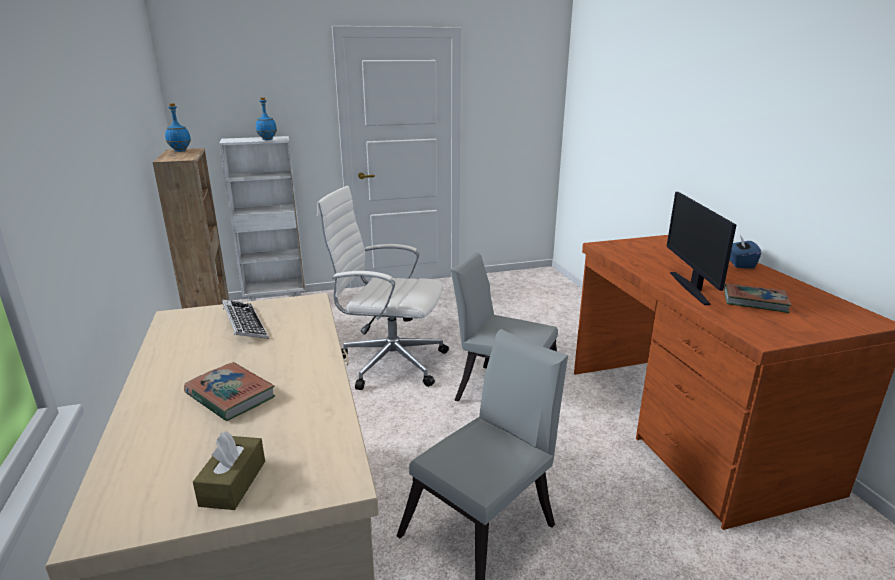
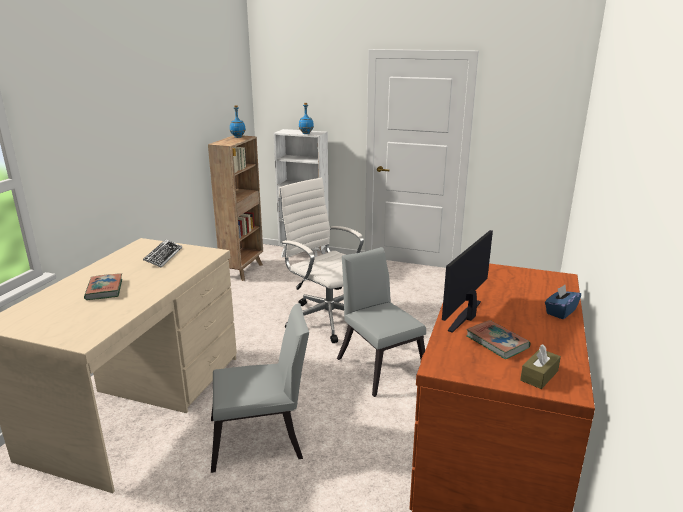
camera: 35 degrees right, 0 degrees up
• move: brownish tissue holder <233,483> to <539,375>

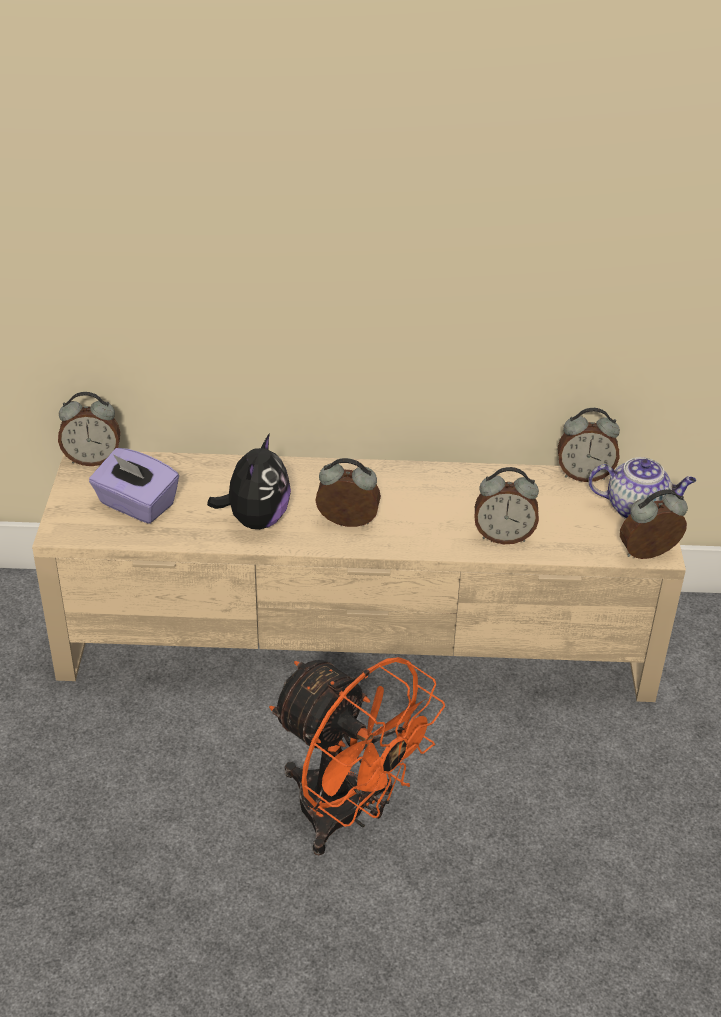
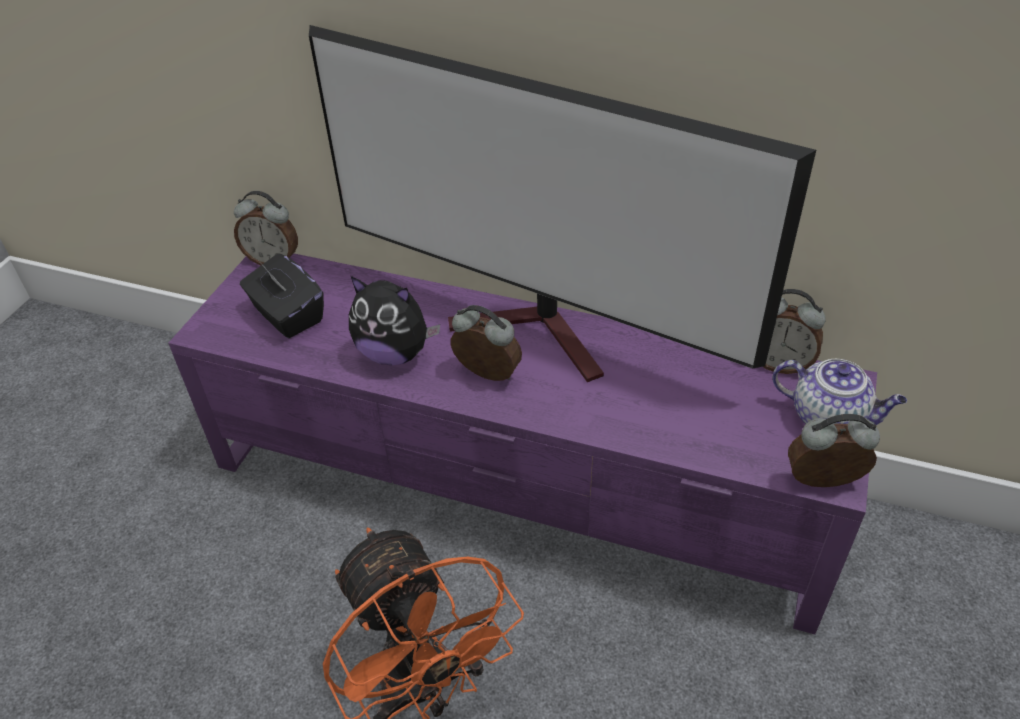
camera: 20 degrees right, 5 degrees up
• delete: table clock <503,536>
• insert: television <540,333>
• recolor: beige tv stand <360,639> to purple-coloured tv stand <518,485>
• recolor: purple-coloured tissue holder <136,505> to black tissue holder <287,315>
• rotate: soft toy <256,520> = <395,353> 75 degrees clockwise

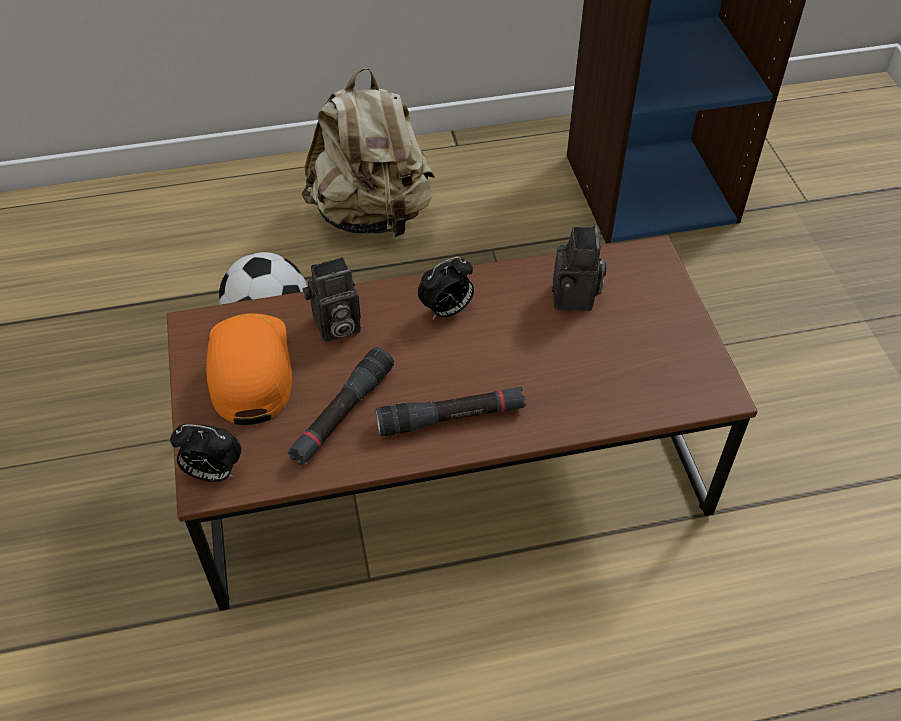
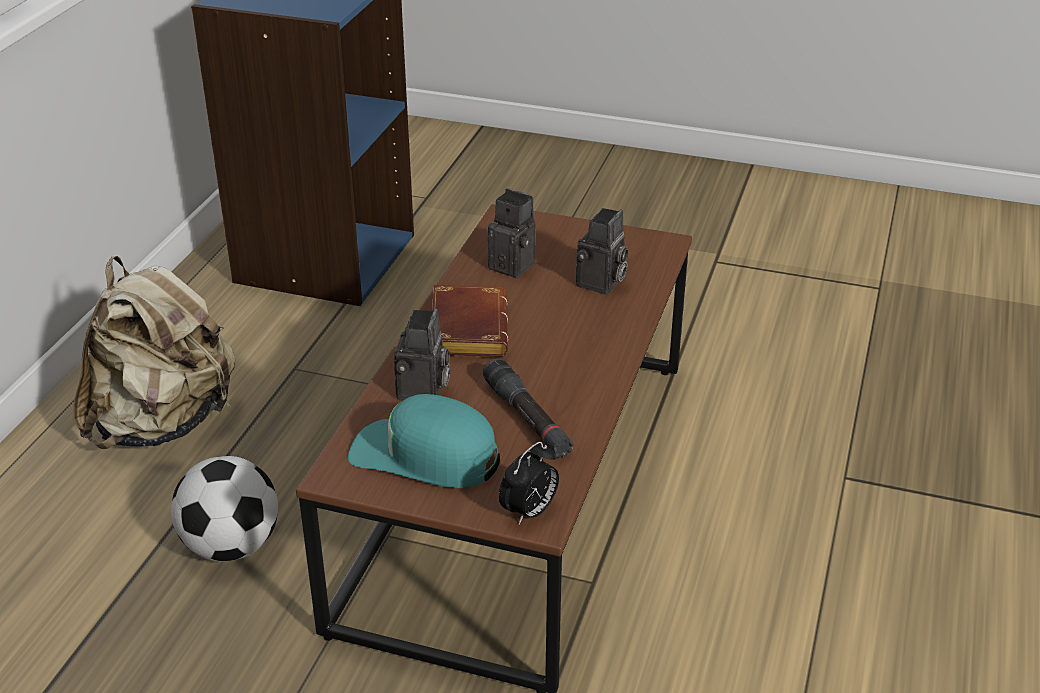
camera: 60 degrees left, 15 degrees down
• delete: black flashlight <451,418>
• insert: still camera <601,284>
• replace: table clock <447,311> to brownish volume <465,328>
• recolor: orange cap <249,369> to turquoise-coloured cap <425,456>

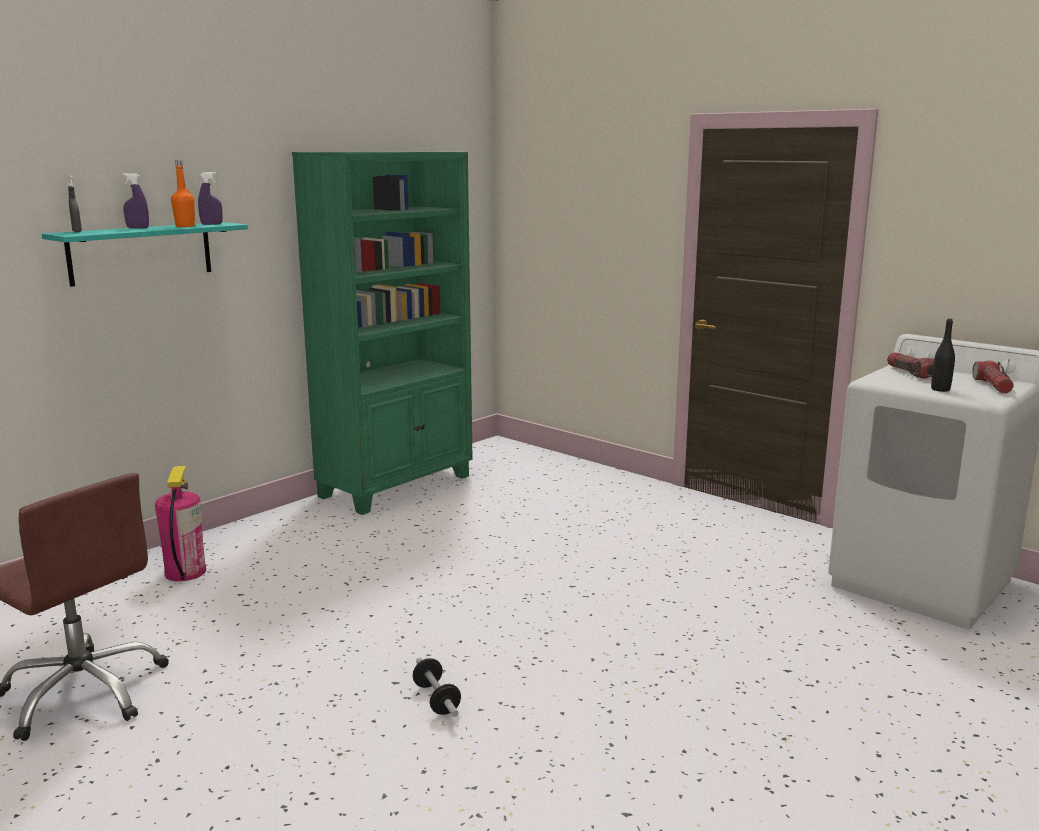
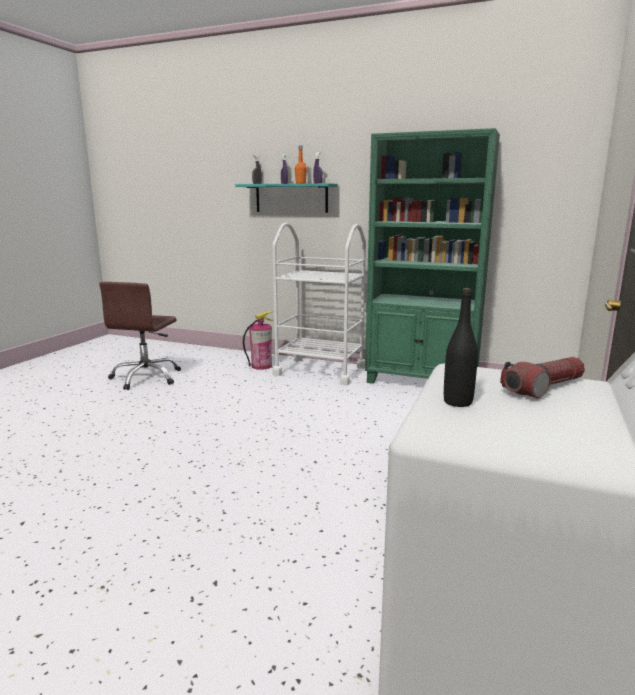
camera: 70 degrees right, 0 degrees up
• delete: free weight <436,699>
• delete: flashlight <993,386>
• insert: white-coloured wheeled cart <320,371>

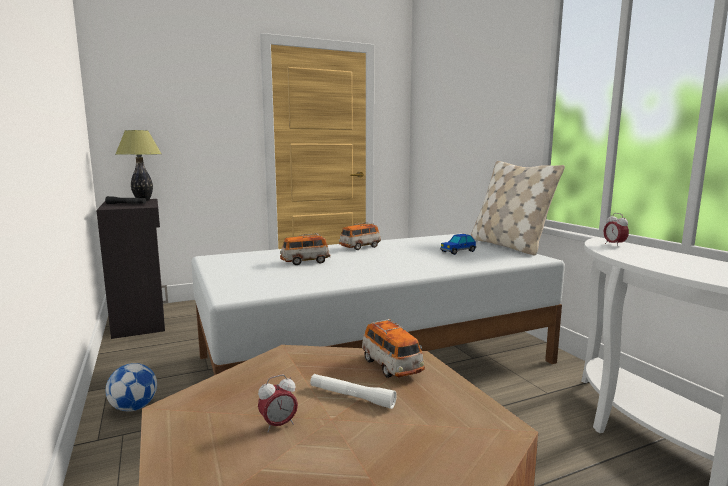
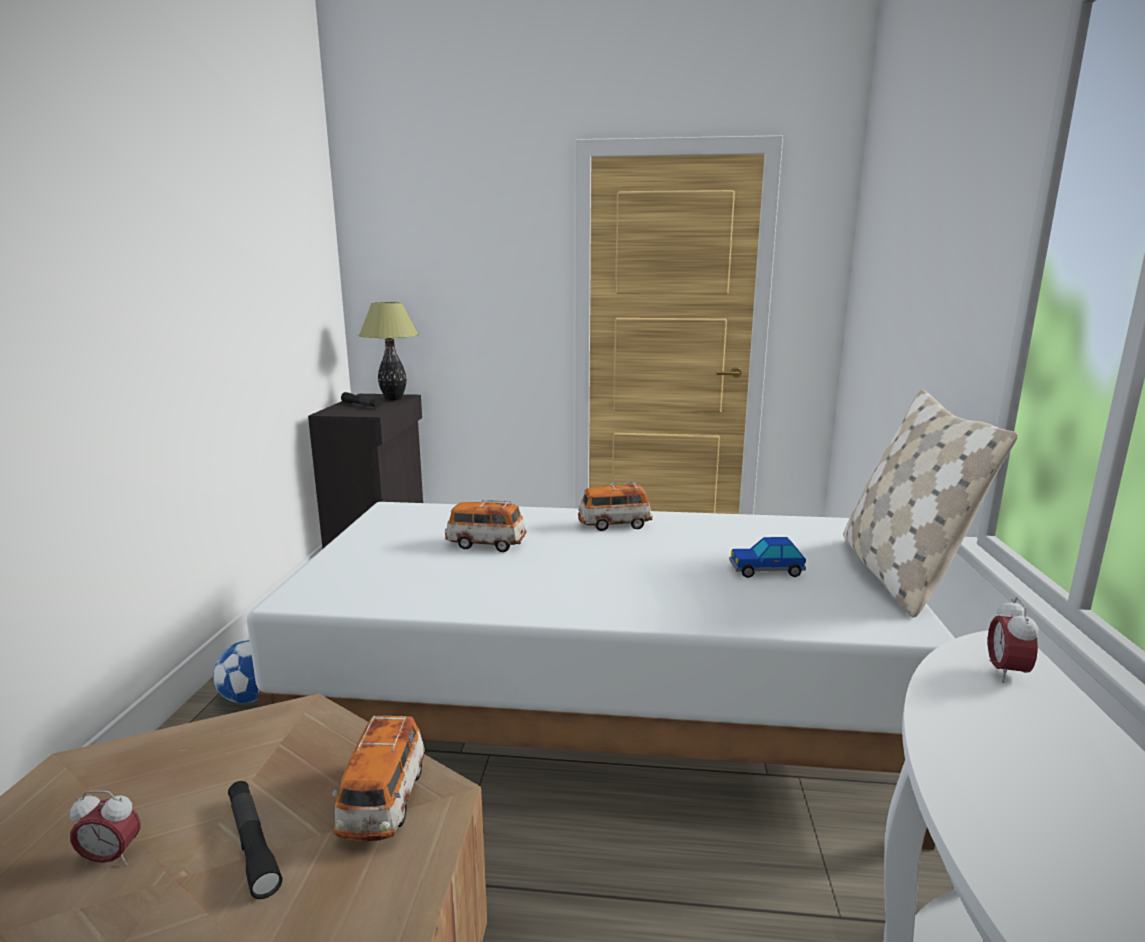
camera: 30 degrees right, 5 degrees up
• recolor: white-coloured flashlight <351,397> to black flashlight <253,844>

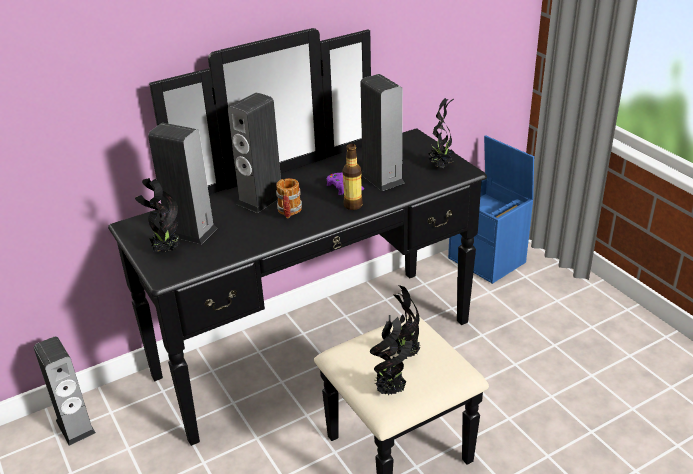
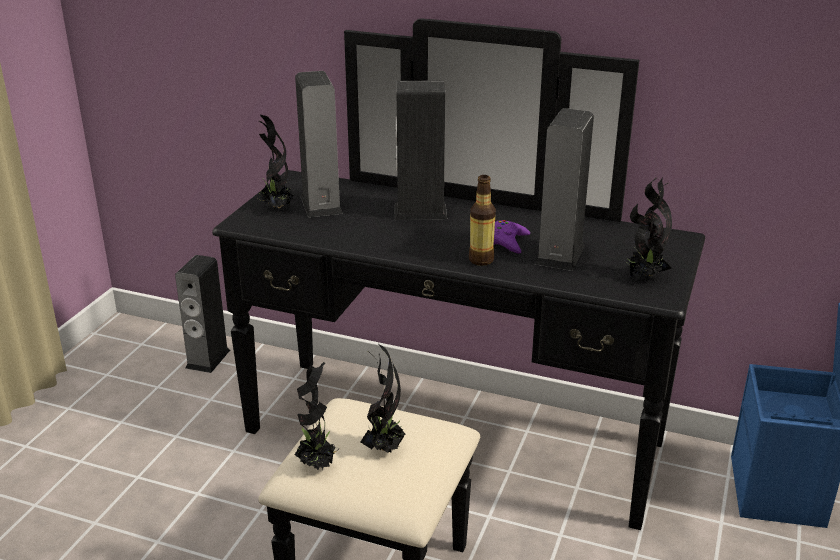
camera: 50 degrees right, 5 degrees down
• delete: mug <289,212>

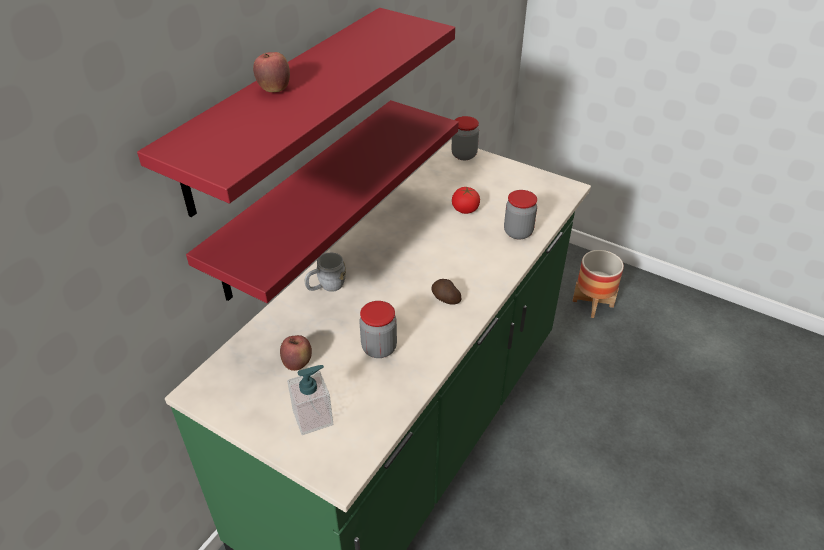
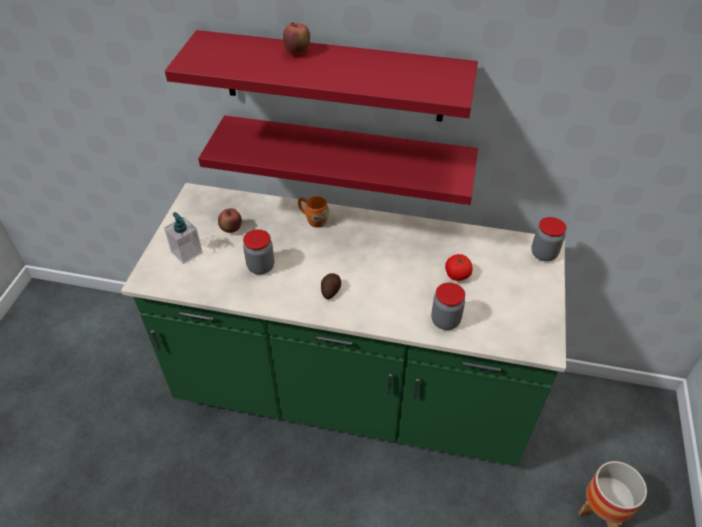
camera: 70 degrees right, 5 degrees up
• recolor: grey mug <326,287> to orange mug <313,219>

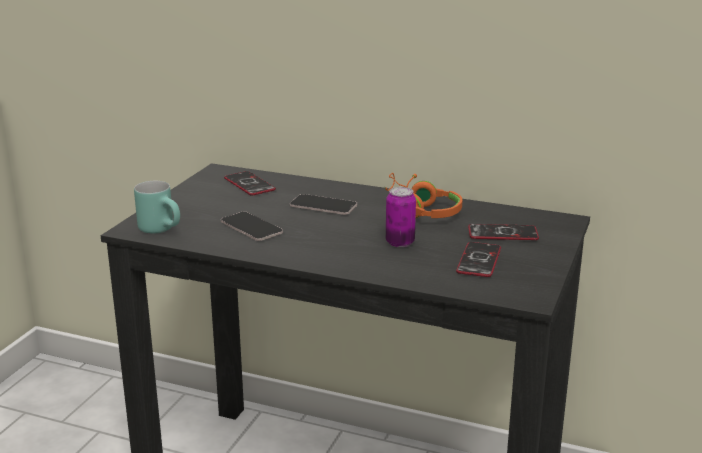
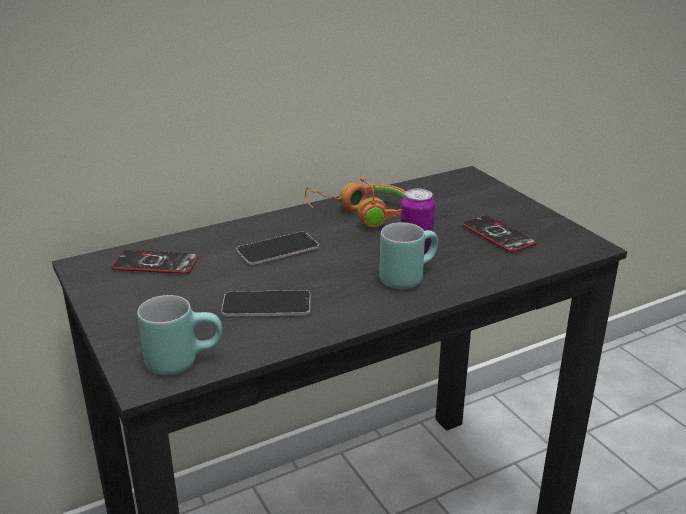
camera: 50 degrees left, 5 degrees up
• delete: telephone <503,234>
• insert: turquoise-coloured mug <406,276>

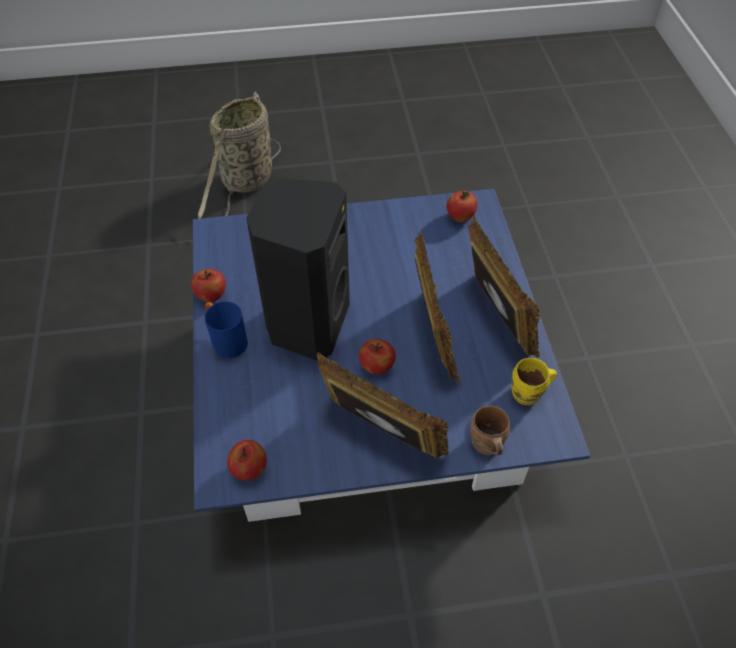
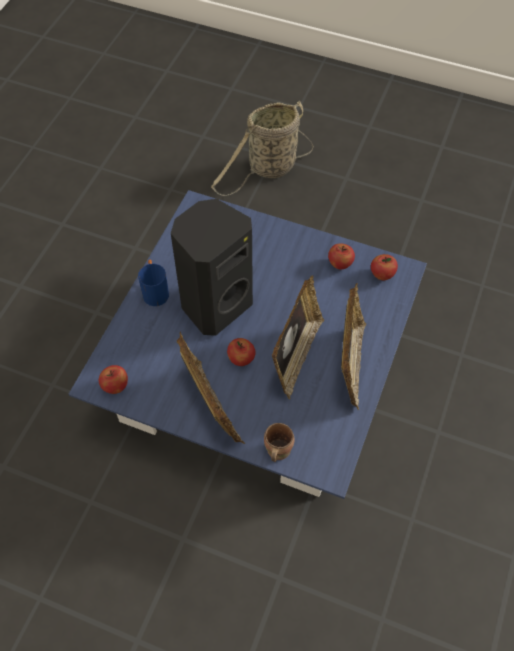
camera: 30 degrees right, 5 degrees up
• delete: yellowish mug <528,395>
• move: apple <211,296> to <340,264>

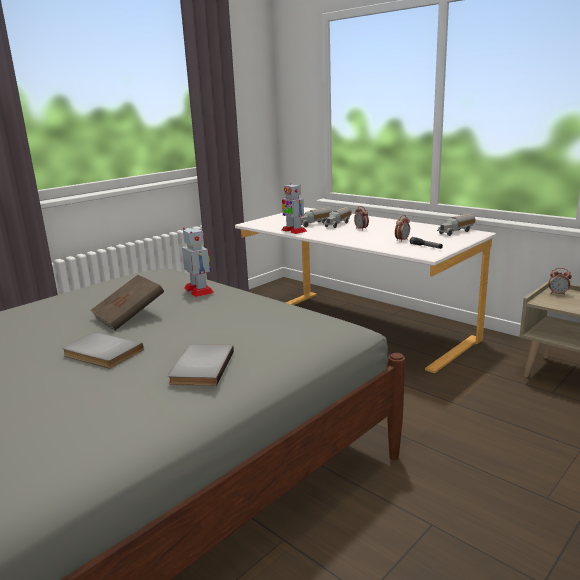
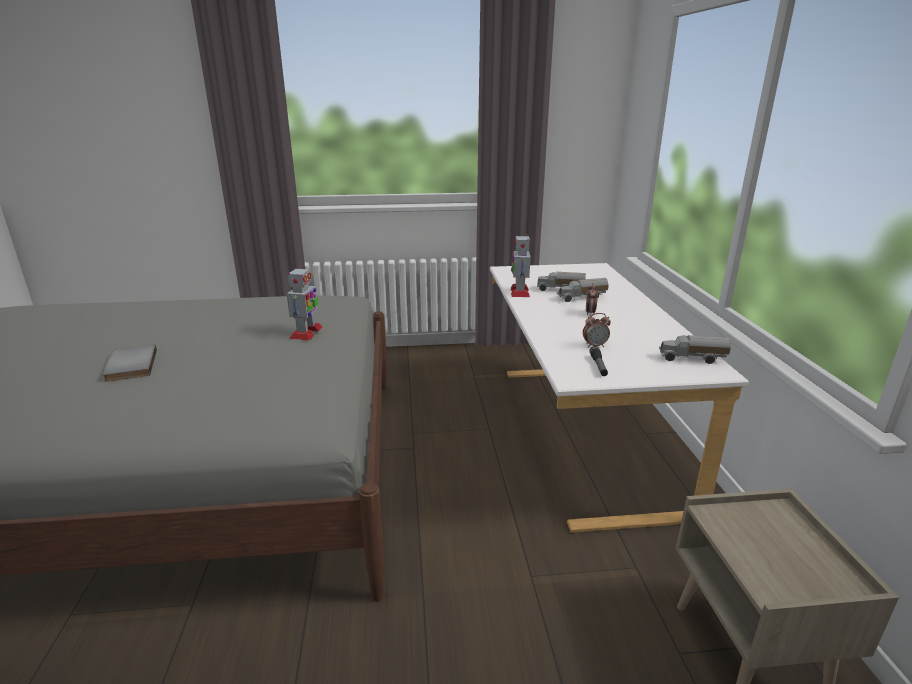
camera: 40 degrees right, 5 degrees up
• delete: brownish volume <129,317>
• delete: grey volume <199,367>
• delete: table clock <558,294>

